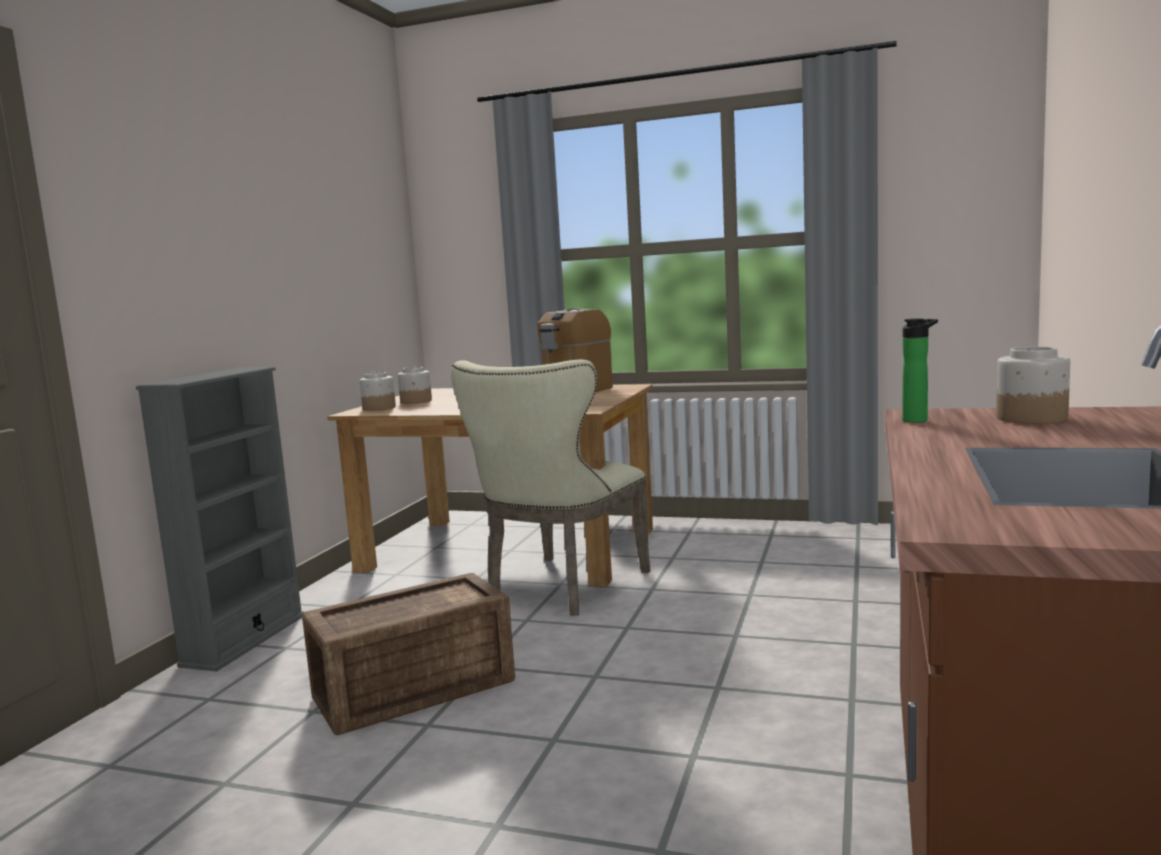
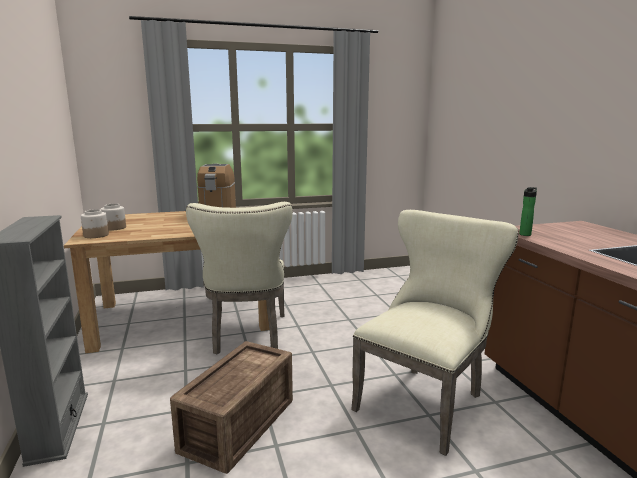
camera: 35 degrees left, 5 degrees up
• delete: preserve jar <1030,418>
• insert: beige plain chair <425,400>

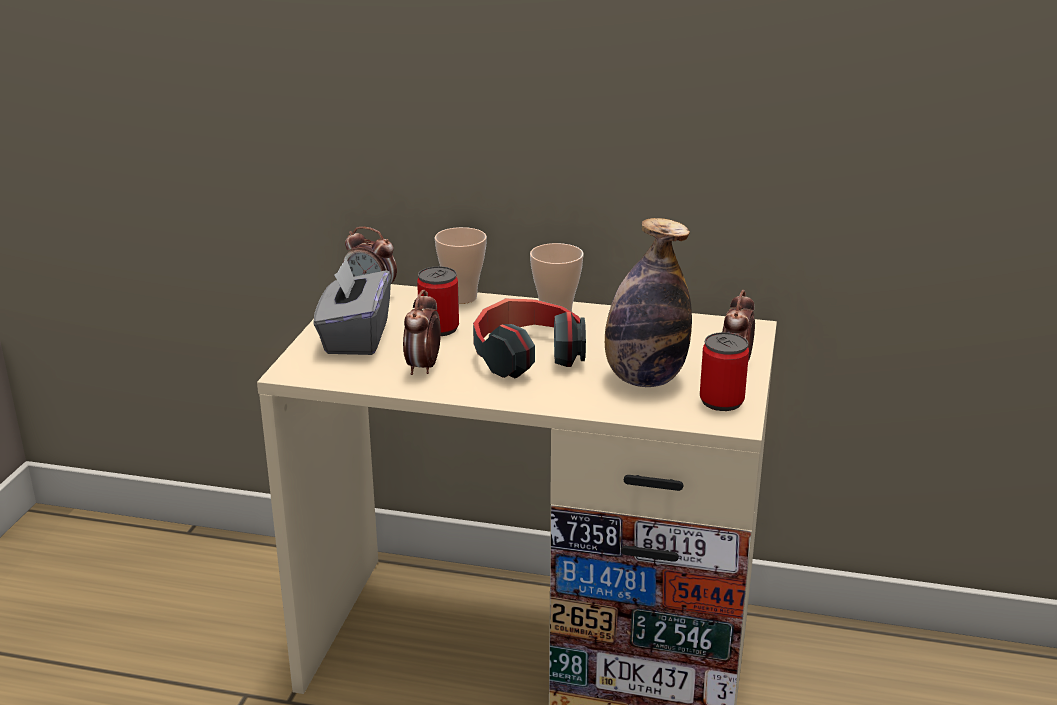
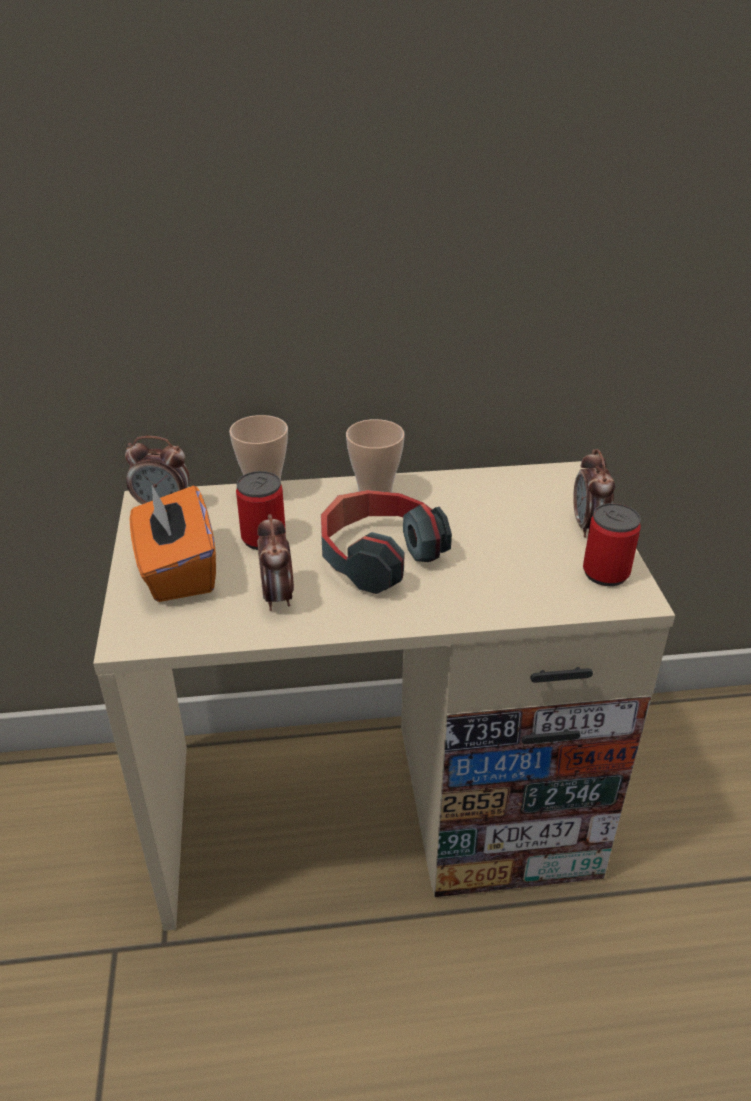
camera: 20 degrees left, 10 degrees up
• delete: drink bottle <644,379>
• recolor: grey tissue holder <355,338> to orange tissue holder <177,571>

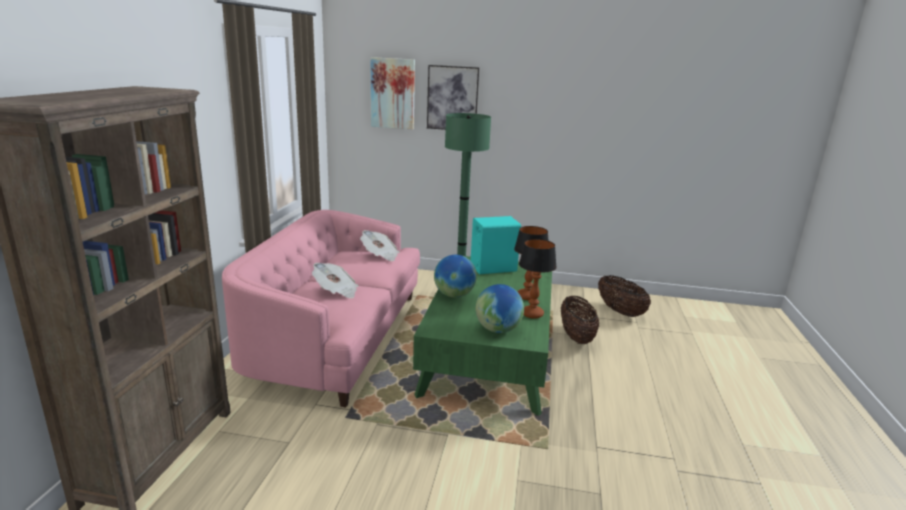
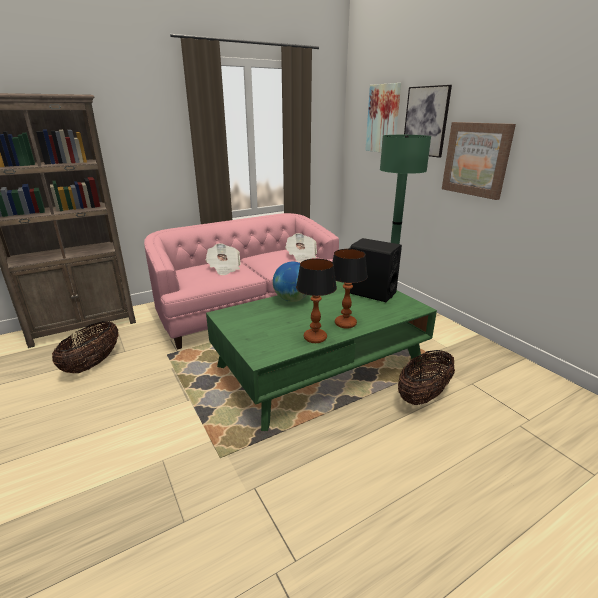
camera: 50 degrees right, 5 degrees up
• delete: globe <498,330>
• insert: wall picture <476,159>
• move: household basket <620,311> to <92,364>
• recolor: turquoise-coloured loudspeaker <493,268> to black loudspeaker <371,293>

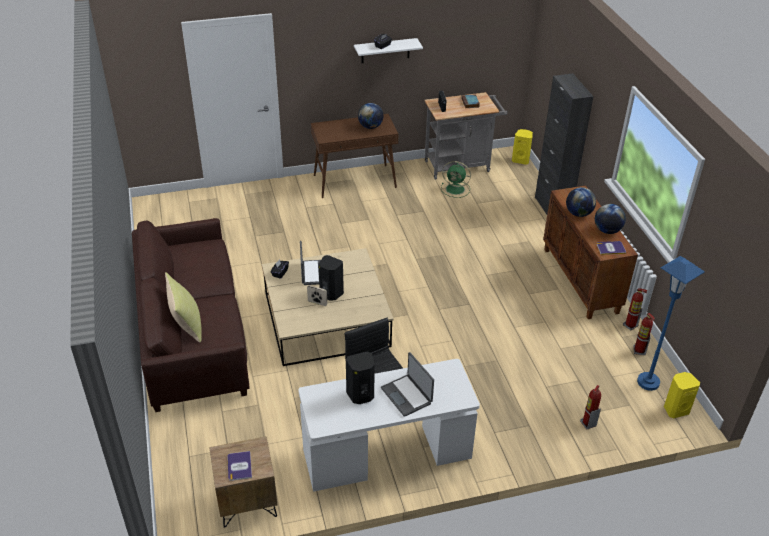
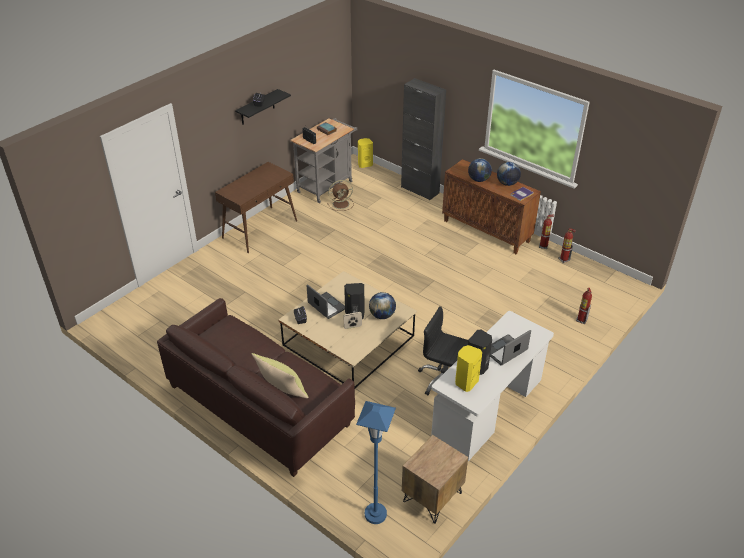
camera: 35 degrees left, 0 degrees up
• delete: volume <239,466>
• move: globe <370,127> to <382,315>
• move: blue floor lamp <648,382> to <375,514>
• move: yellowish loudspeaker <675,409> to <466,382>
• recolor: white-coloured wall shelf <385,50> to black wall shelf <257,107>
• recolor: greenish fan <456,189> to brownish fan <341,204>
• rotate: notebook computer <407,395> = <505,351> 120 degrees clockwise

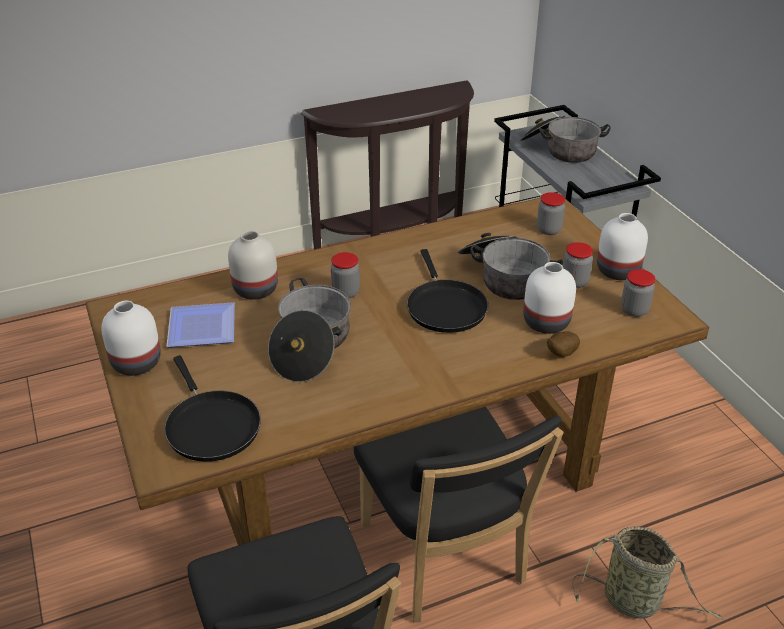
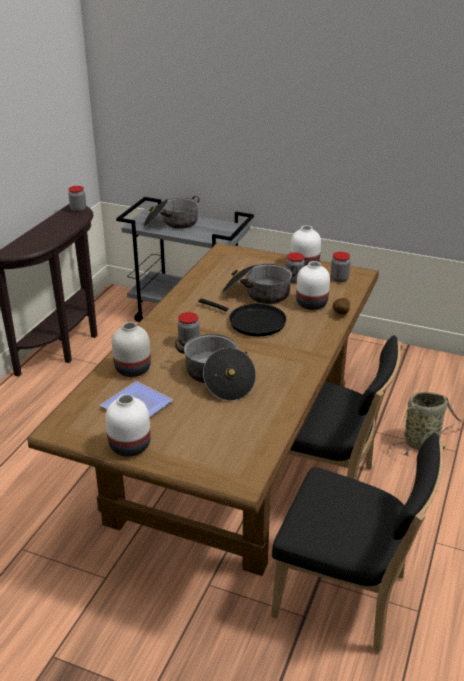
camera: 45 degrees left, 5 degrees down
• delete: black skillet <210,425>
• move: preserve jar <548,230> to <78,210>

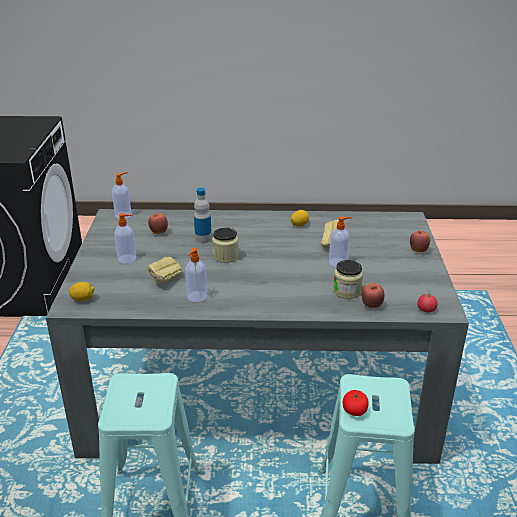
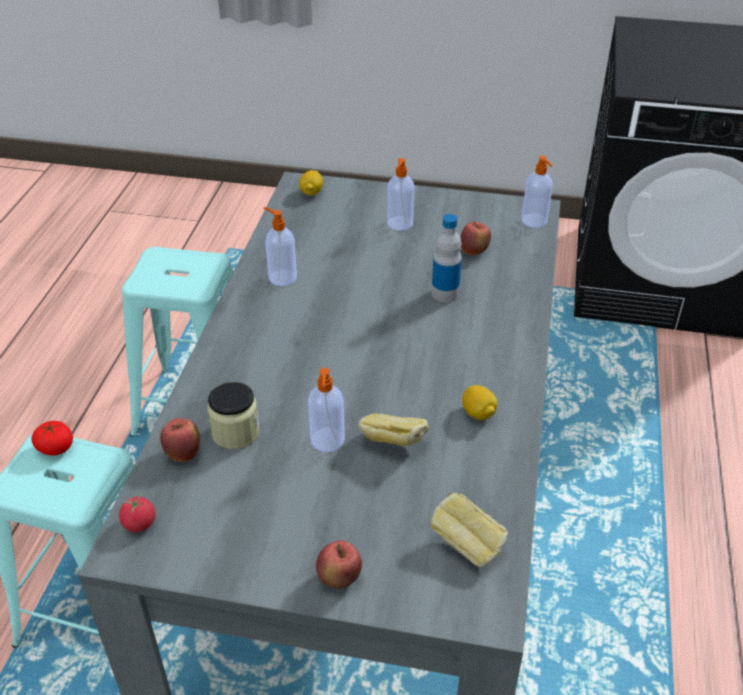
camera: 100 degrees right, 10 degrees up
• delete: preserve jar <225,256>
• move: baked bread <165,280> to <467,545>

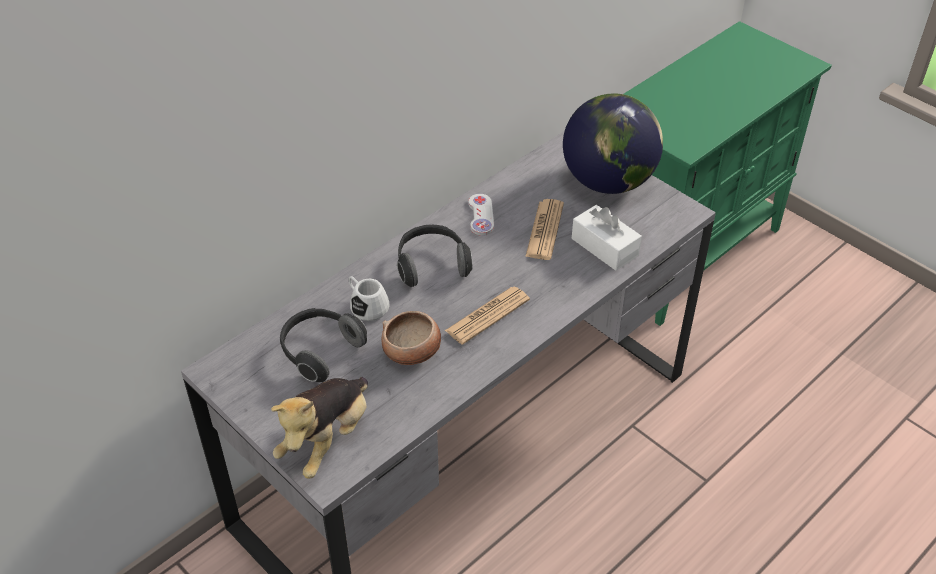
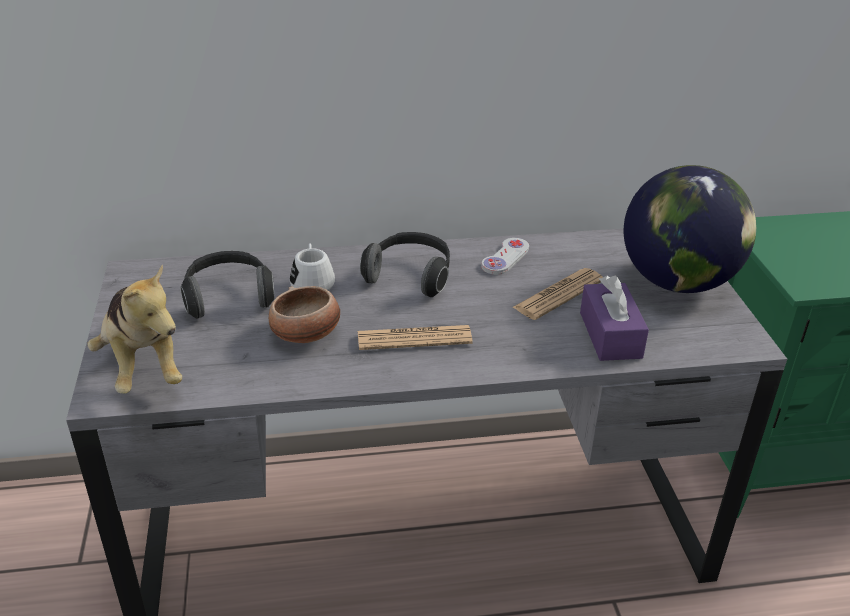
camera: 35 degrees right, 10 degrees down
• recolor: white-coloured tissue holder <604,247> to purple-coloured tissue holder <610,335>
• rotate: soft toy <327,439> = <144,366> 90 degrees counterclockwise

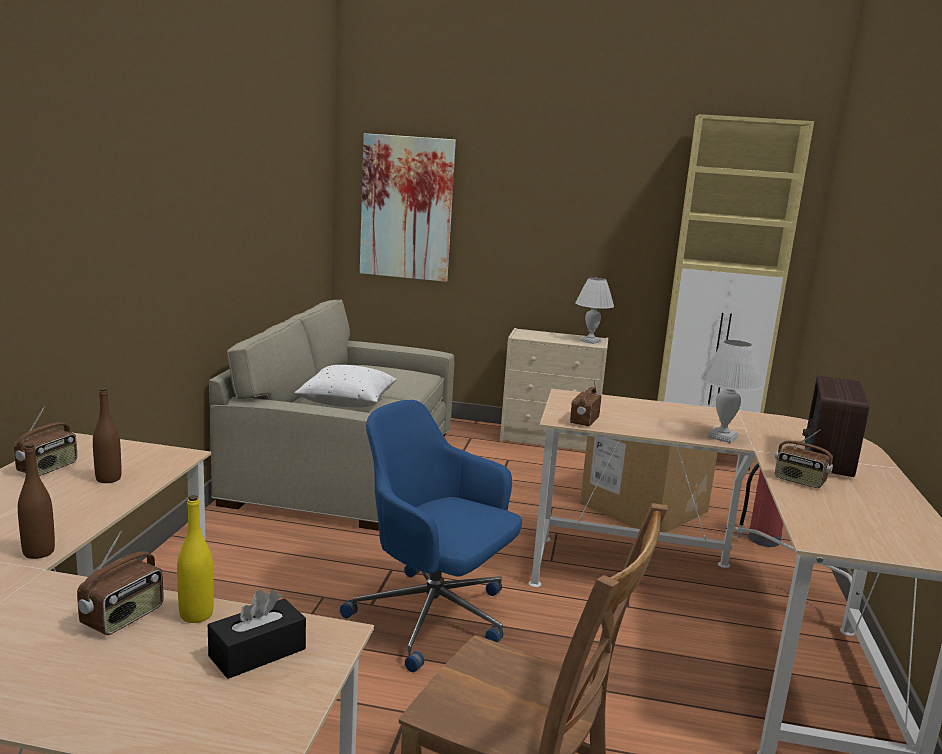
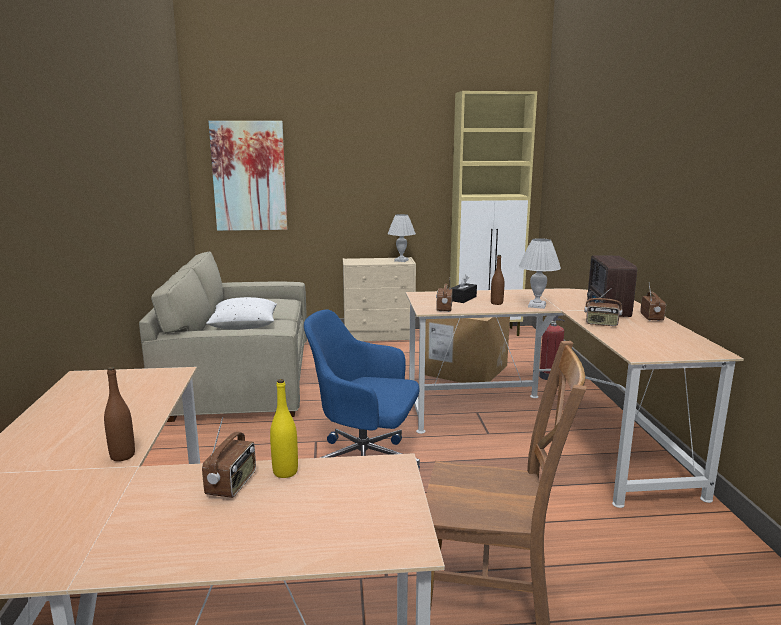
camera: 15 degrees left, 0 degrees up
• move: radio set <48,468> to <652,317>
• move: brownish drink bottle <108,479> to <496,303>
• move: black tissue holder <257,652> to <463,299>

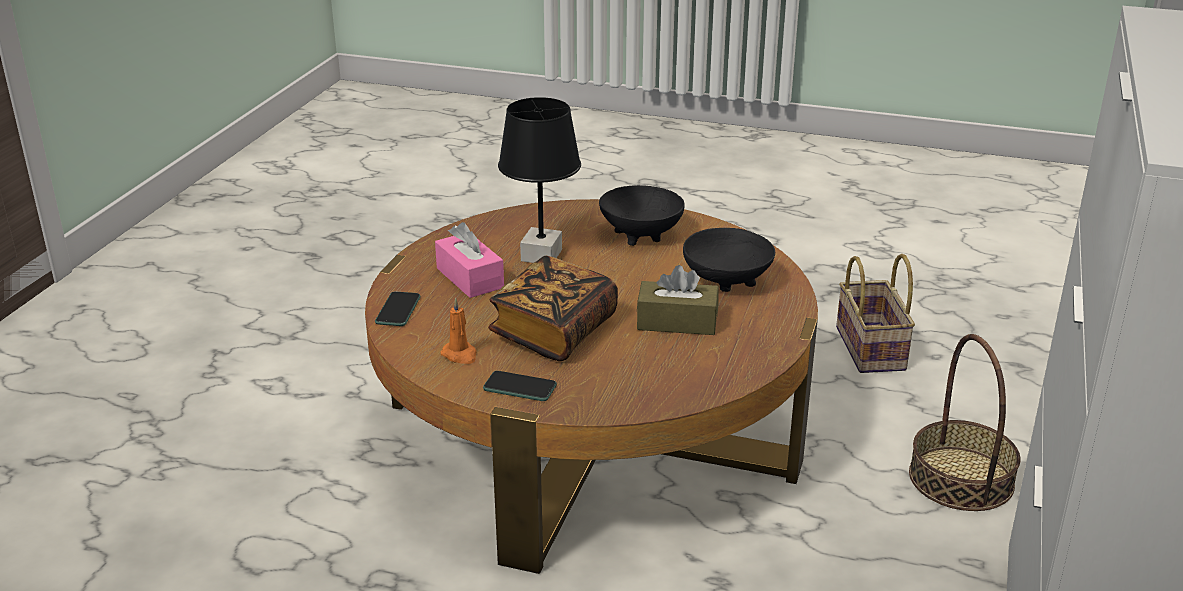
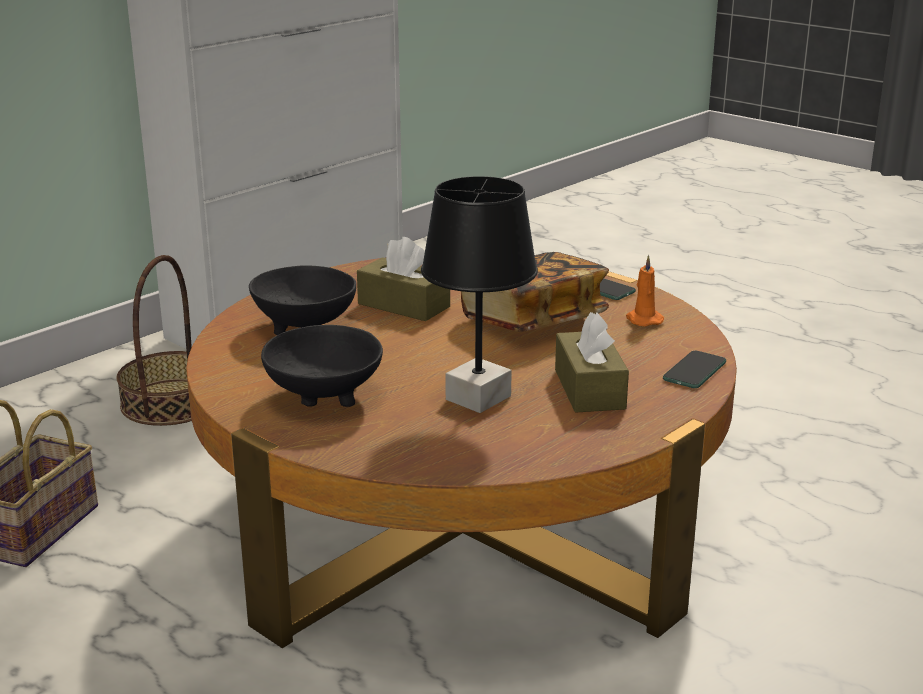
camera: 155 degrees left, 5 degrees down
• recolor: pink tissue holder <470,278> to brownish tissue holder <589,389>

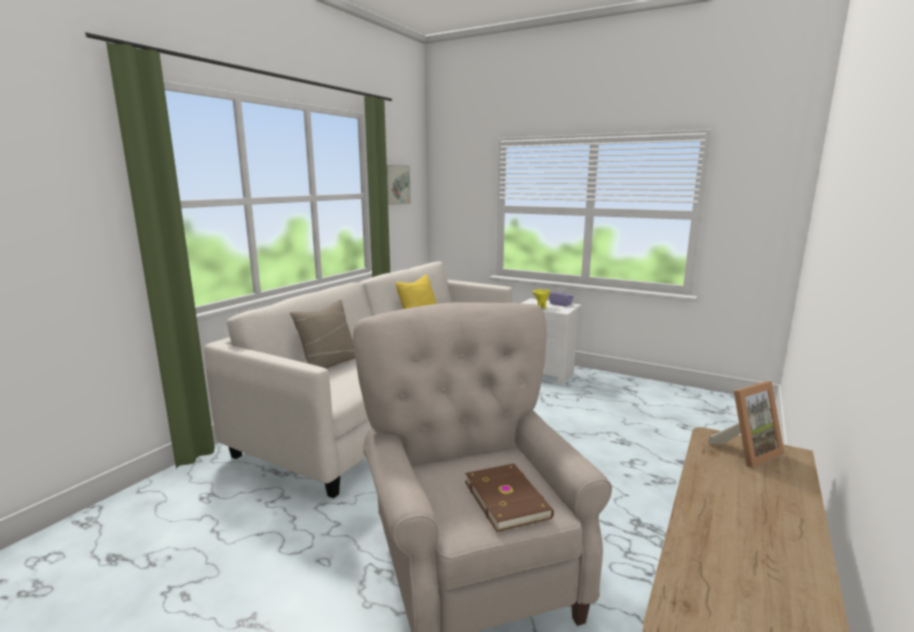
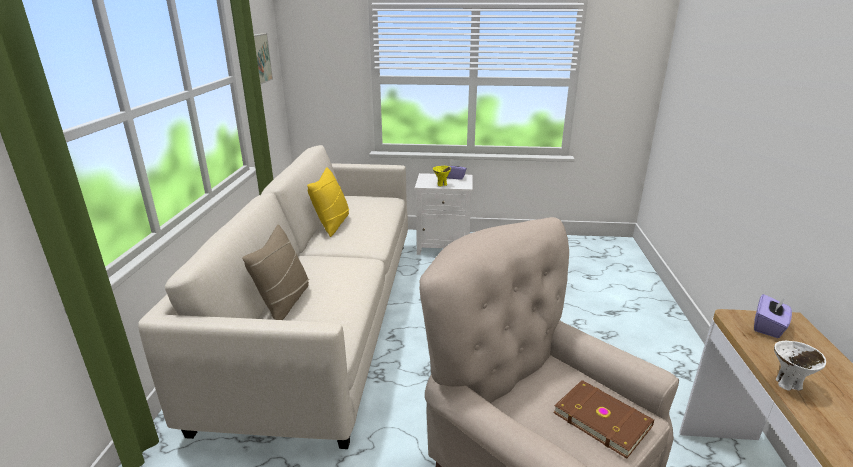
camera: 25 degrees left, 10 degrees up
• insert: white-coloured serving bowl <788,384>
• replace: photo frame <746,452> to purple-coloured tissue holder <768,327>

